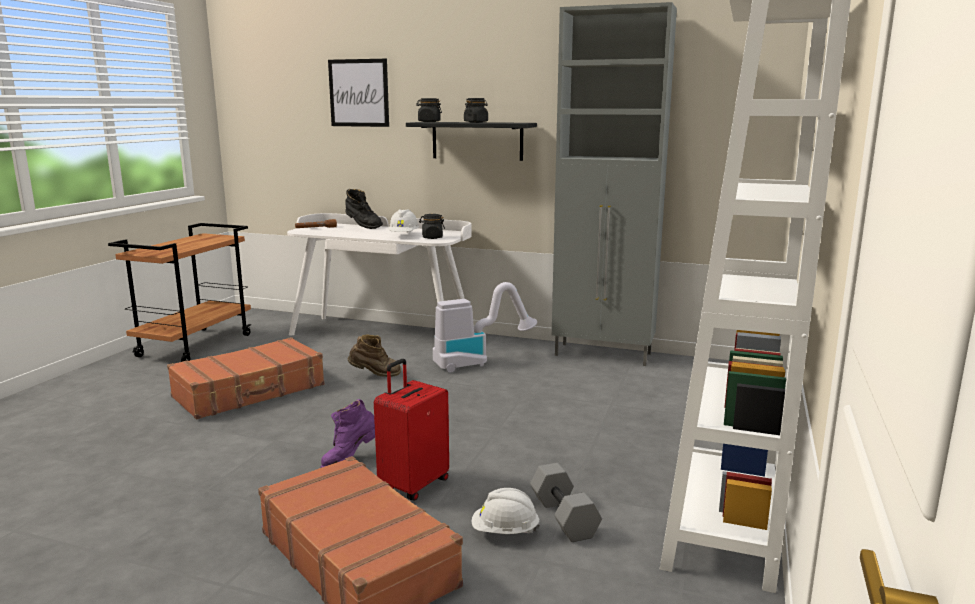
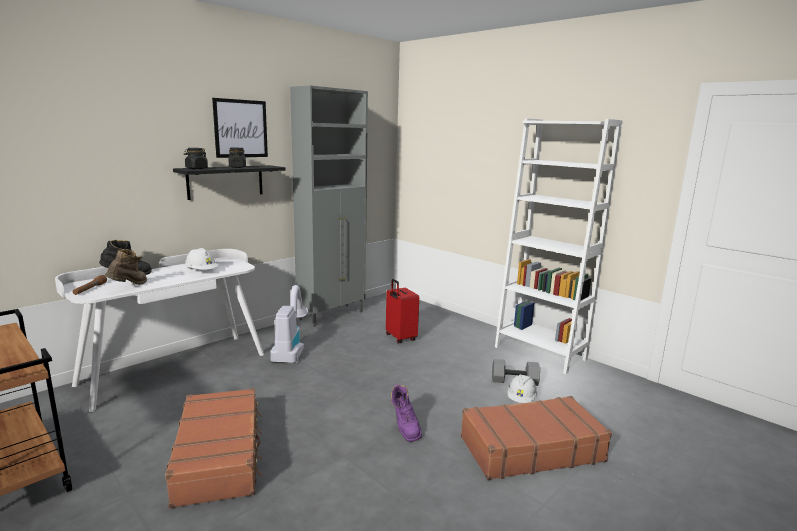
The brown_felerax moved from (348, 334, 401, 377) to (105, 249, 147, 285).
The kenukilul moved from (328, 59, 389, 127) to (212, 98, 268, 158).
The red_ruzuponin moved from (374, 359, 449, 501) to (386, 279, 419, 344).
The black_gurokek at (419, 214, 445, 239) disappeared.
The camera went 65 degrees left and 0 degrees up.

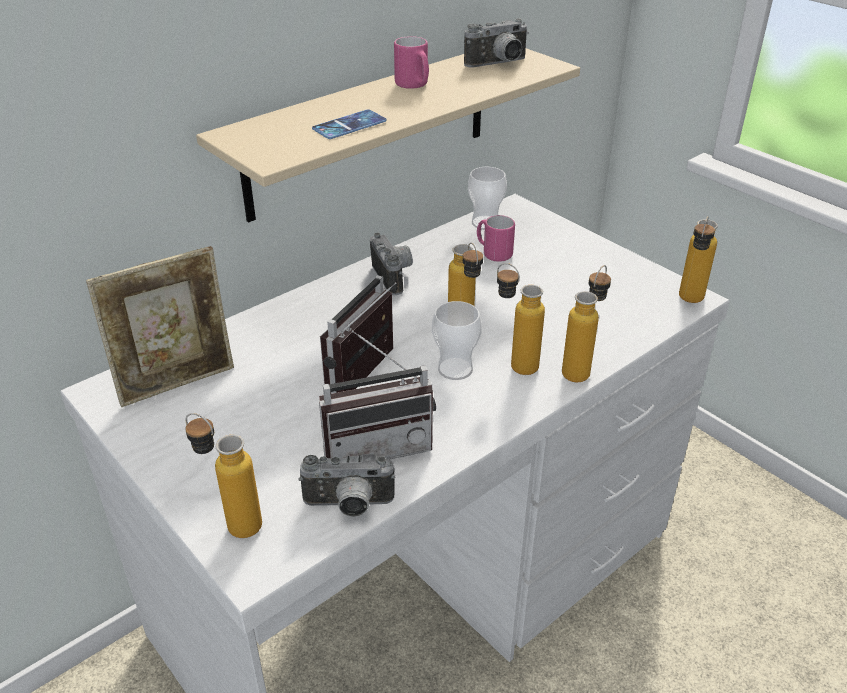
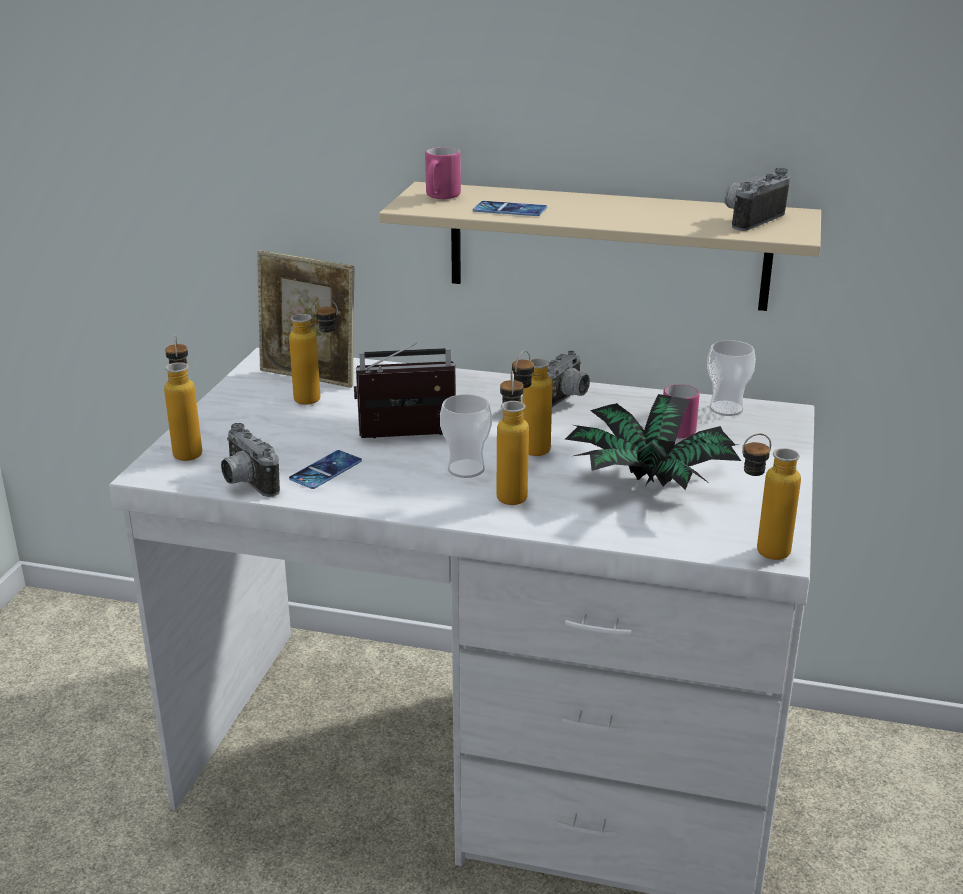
The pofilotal moved from (562, 265, 611, 382) to (289, 298, 338, 405).
The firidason at (319, 330, 436, 460) was replaced by the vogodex at (289, 450, 362, 489).
The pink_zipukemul moved from (394, 36, 429, 89) to (425, 147, 461, 199).
The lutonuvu at (565, 394, 741, 490) appeared.
The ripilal at (464, 18, 529, 67) turned 105 degrees clockwise.
The camera went 55 degrees right and 10 degrees down.

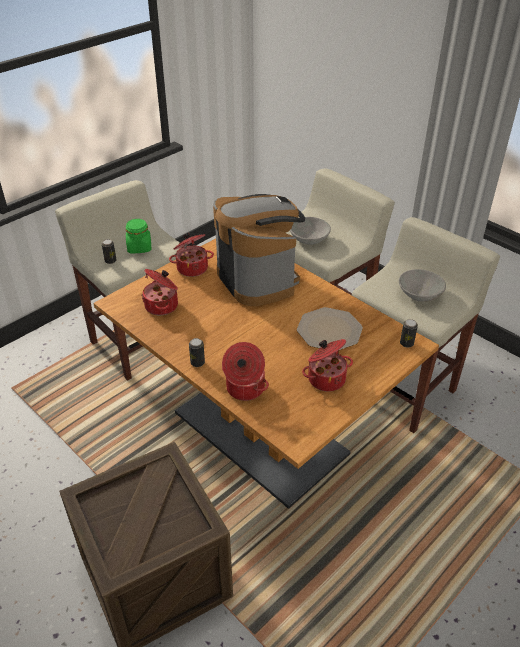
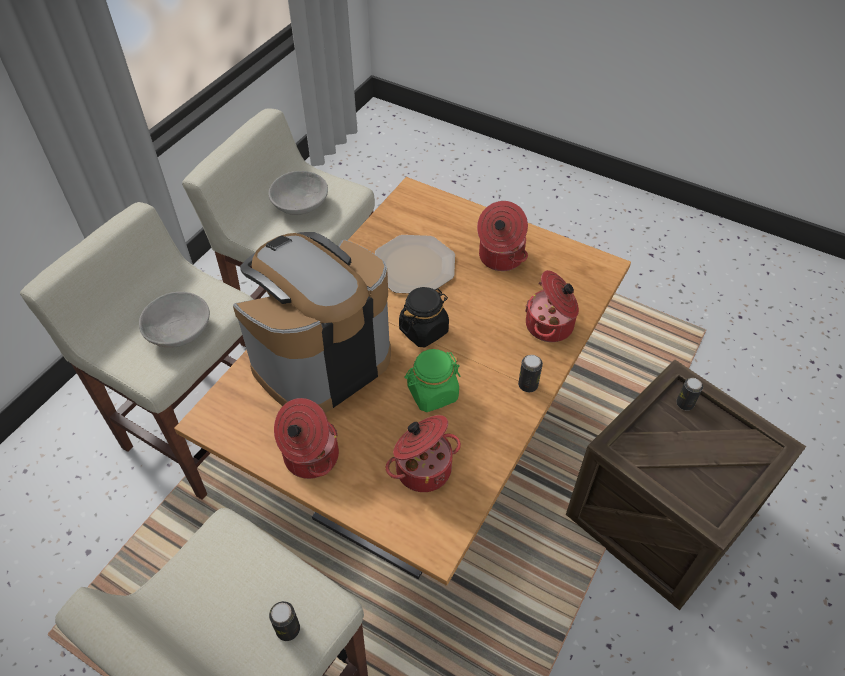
The black_gurokek at (399, 287, 449, 347) appeared.
The green_gurokek moved from (125, 219, 151, 253) to (404, 349, 461, 412).
The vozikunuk moved from (400, 319, 418, 348) to (676, 378, 703, 411).
The camera went 105 degrees left and 10 degrees up.

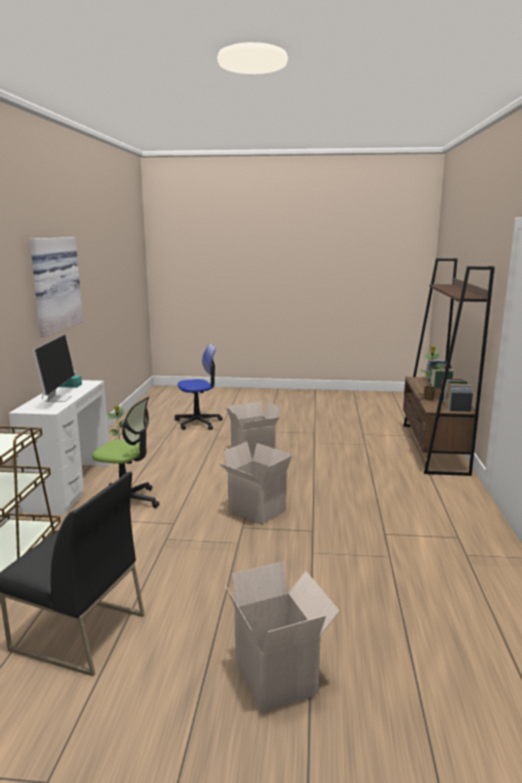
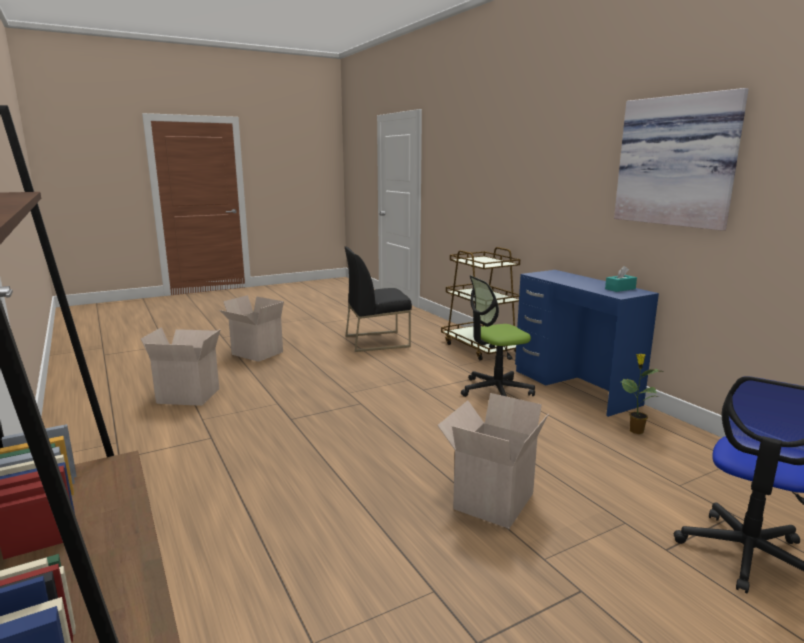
The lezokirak moved from (219, 442, 292, 525) to (141, 327, 221, 406).
The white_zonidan at (9, 380, 111, 515) became the blue_zonidan at (515, 270, 659, 417).
The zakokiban at (33, 335, 75, 402) disappeared.
The lutonuvu at (418, 346, 446, 400) disappeared.
The camera went 145 degrees right and 0 degrees up.

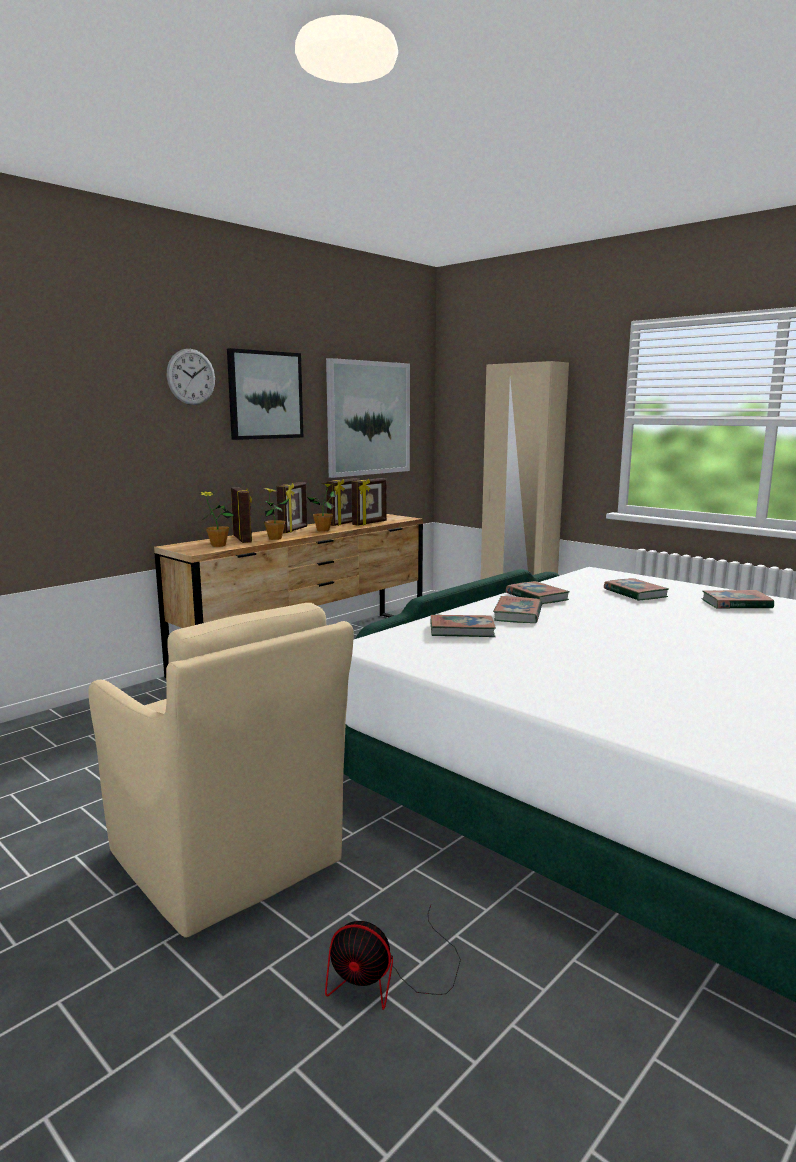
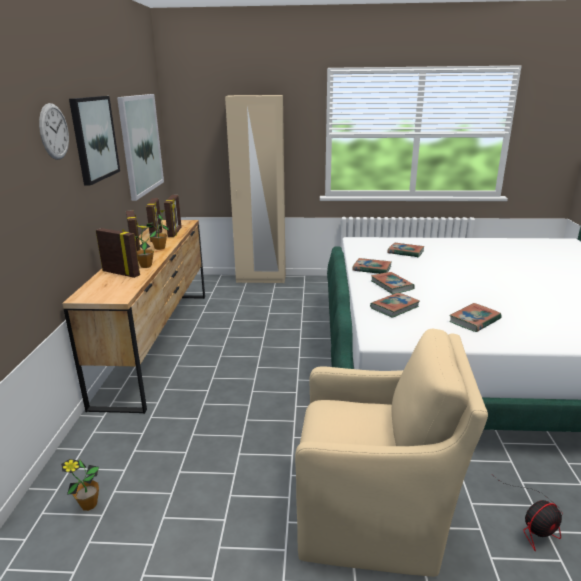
The lutonuvu moved from (199, 491, 234, 547) to (61, 459, 99, 511).
The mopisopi moved from (702, 590, 774, 609) to (449, 303, 502, 332).
The camera went 40 degrees left and 10 degrees up.

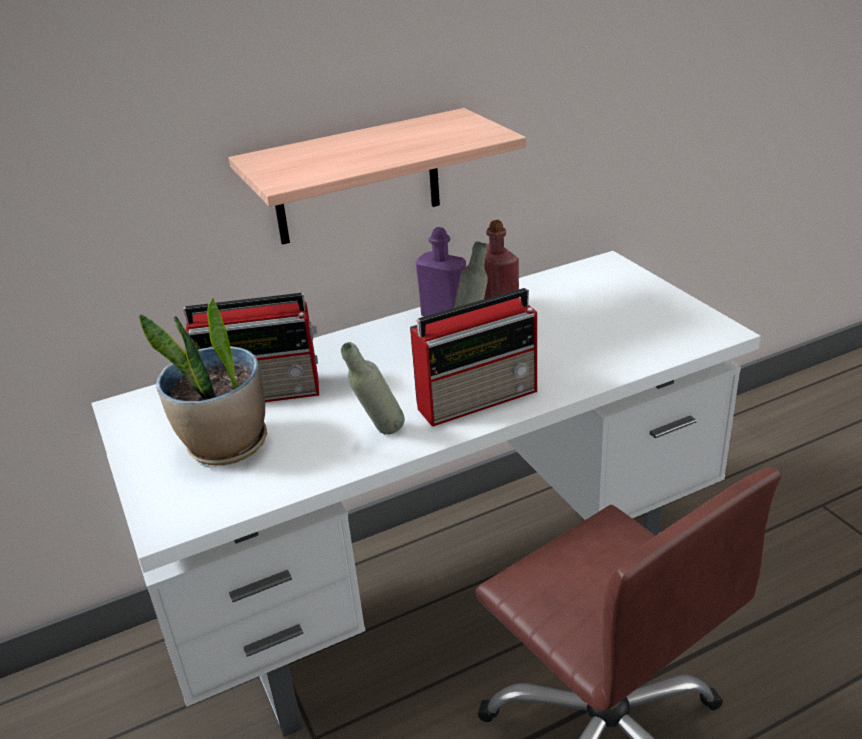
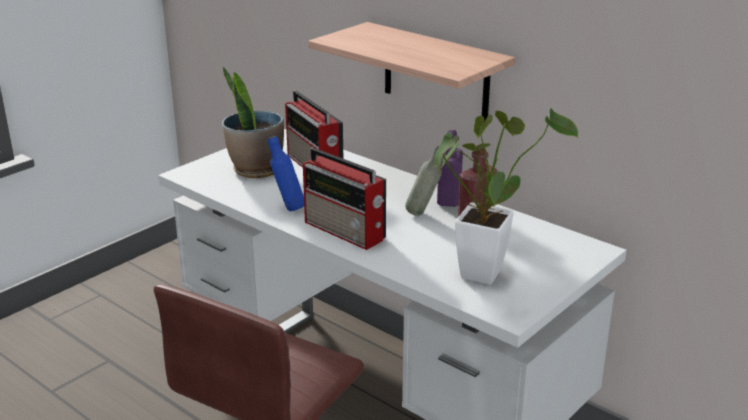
The grey_pofilotal at (341, 342, 405, 435) became the blue_pofilotal at (268, 136, 304, 211).
The lutonuvu at (435, 109, 579, 285) appeared.
The camera went 65 degrees right and 5 degrees down.

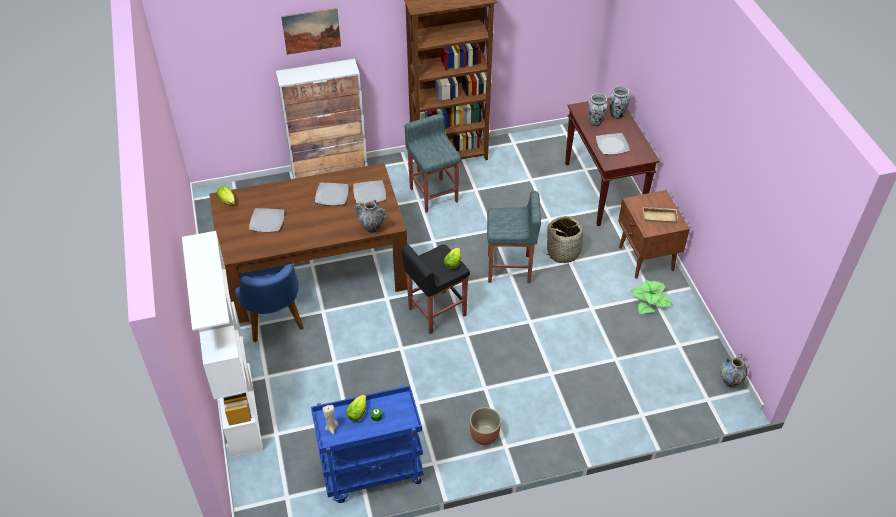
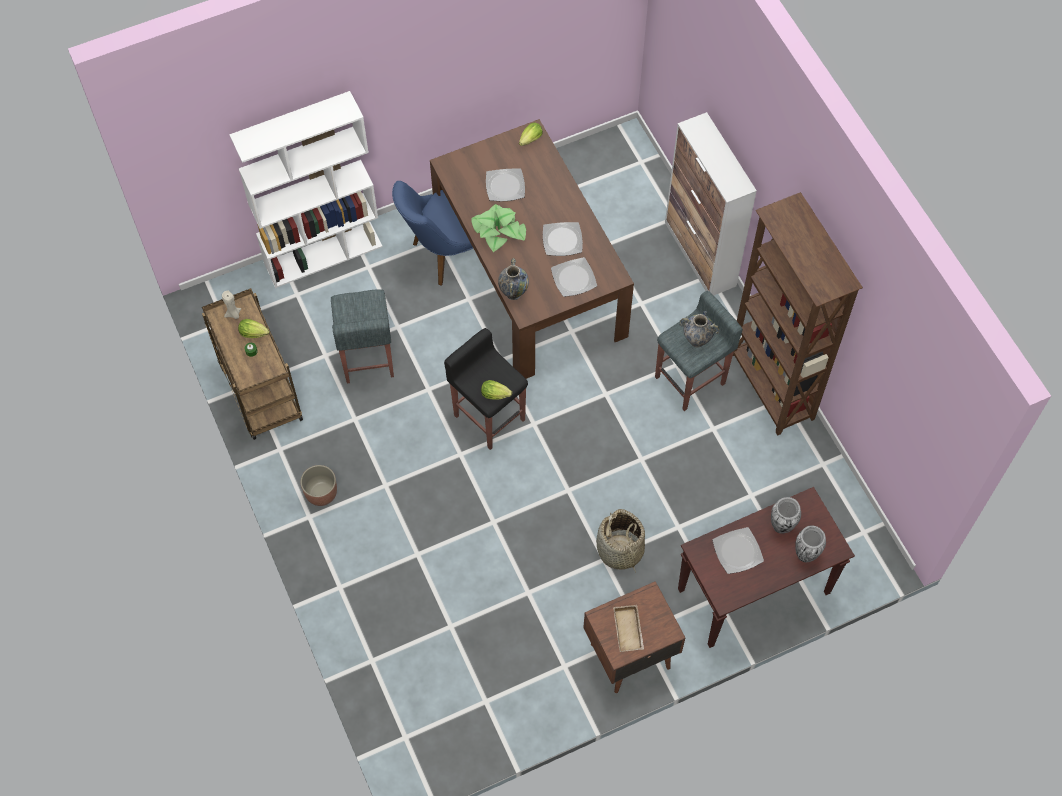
The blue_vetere at (311, 385, 424, 503) became the brown_vetere at (202, 288, 303, 440).
The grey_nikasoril moved from (487, 191, 541, 283) to (331, 289, 394, 384).
The lutonuvu moved from (631, 280, 673, 314) to (471, 204, 526, 252).
The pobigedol moved from (720, 353, 748, 388) to (679, 311, 719, 348).
The kenukilul at (281, 8, 341, 55) disappeared.
The camera went 80 degrees right and 15 degrees up.

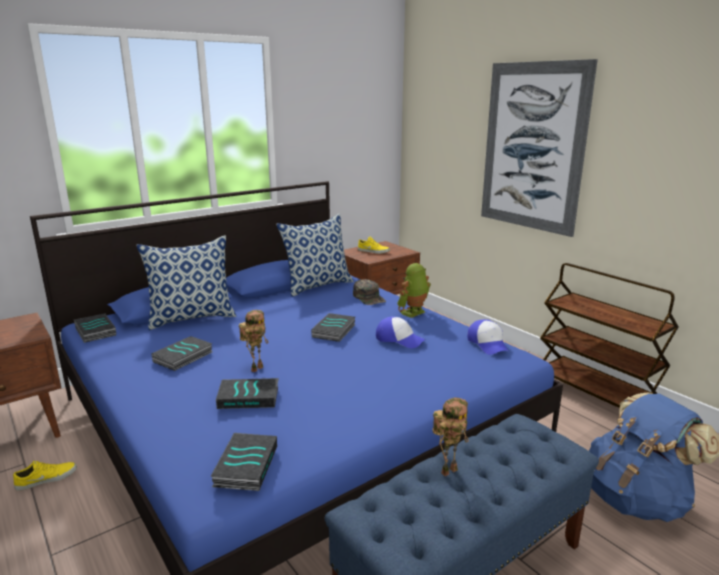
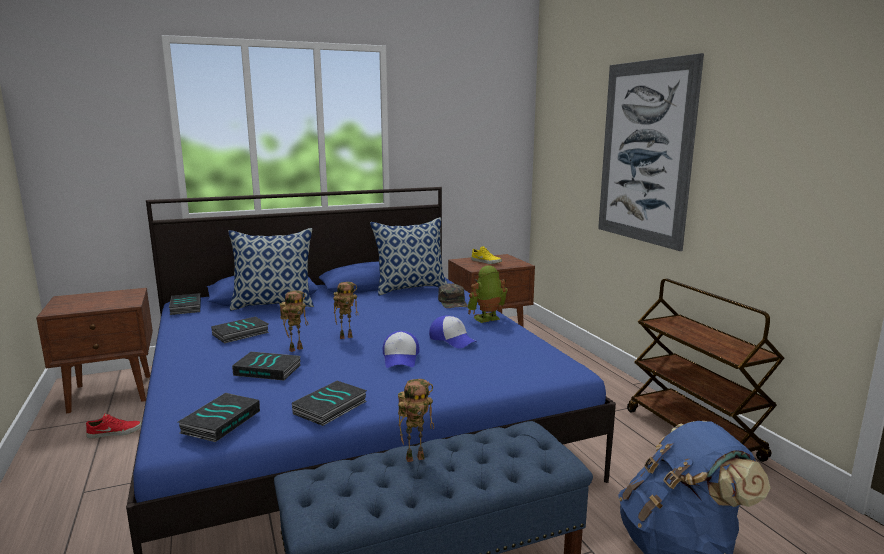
The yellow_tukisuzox at (13, 461, 77, 491) became the red_tukisuzox at (86, 413, 142, 438).
The mopisopi moved from (311, 313, 356, 342) to (292, 381, 367, 426).
The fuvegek at (333, 282, 358, 339) appeared.
The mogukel moved from (467, 319, 509, 355) to (383, 331, 419, 368).
The camera went 15 degrees right and 5 degrees down.

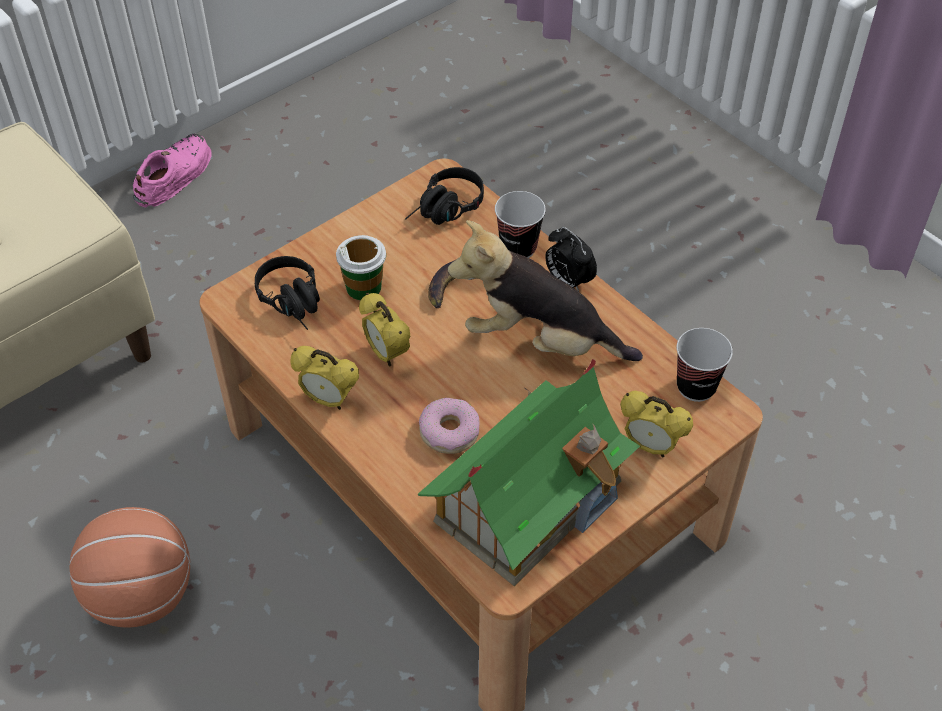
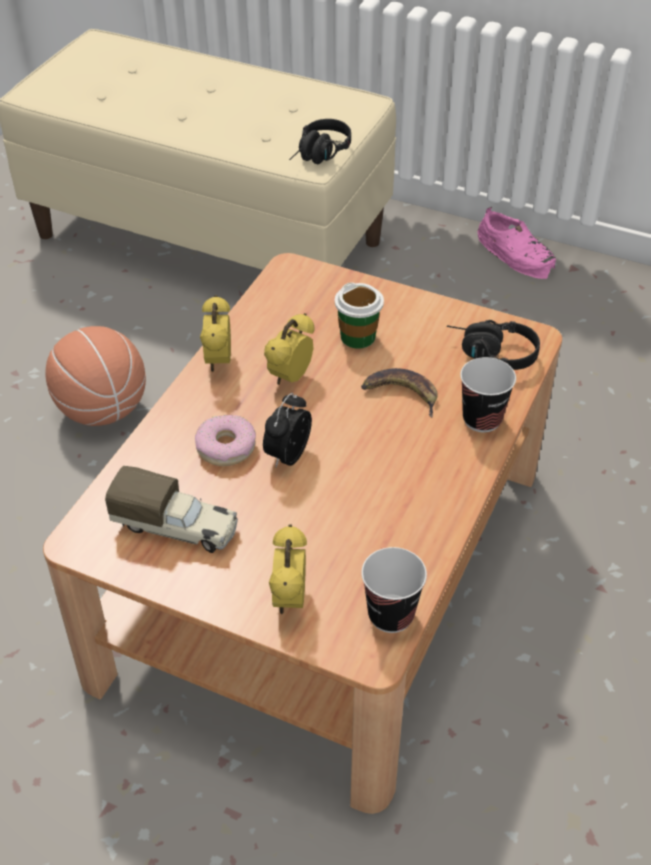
The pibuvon at (417, 359, 640, 586) was replaced by the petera at (105, 466, 238, 553).
The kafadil moved from (545, 227, 597, 292) to (263, 393, 312, 468).
The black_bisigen moved from (255, 256, 320, 330) to (289, 119, 351, 164).
The pink_tukisuzox at (133, 134, 212, 207) turned 45 degrees clockwise.
The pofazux at (447, 220, 643, 361) disappeared.
The camera went 65 degrees right and 5 degrees down.

